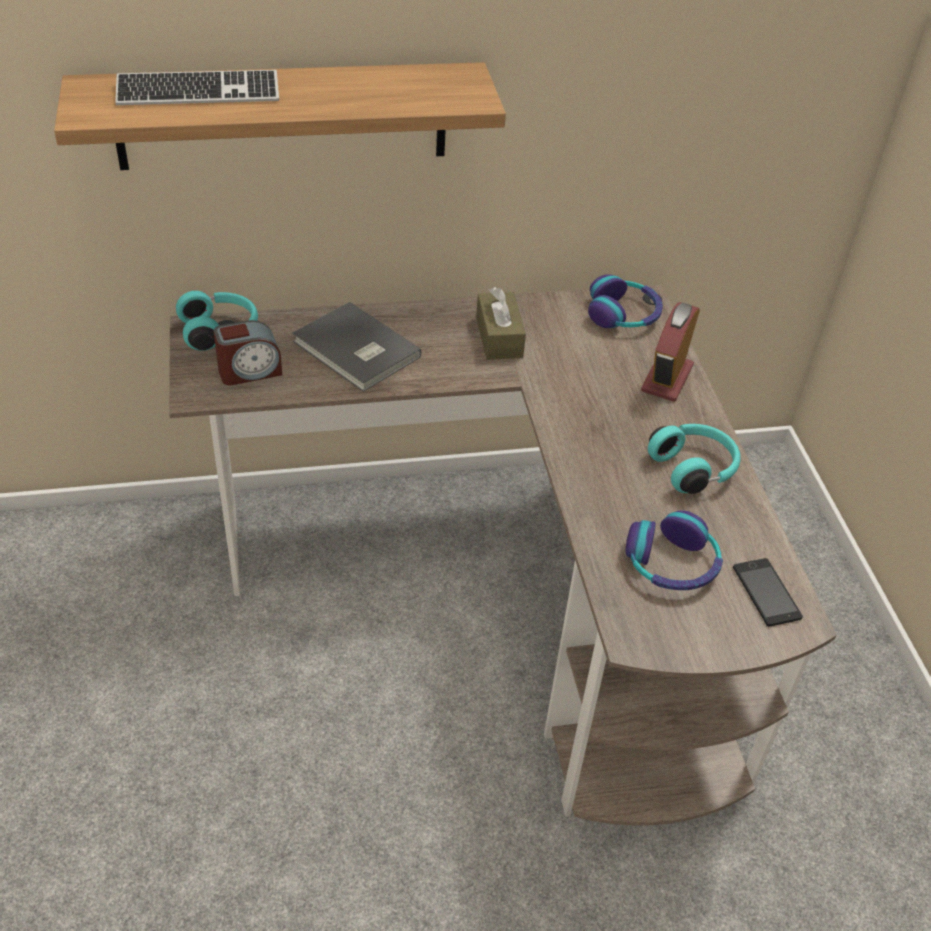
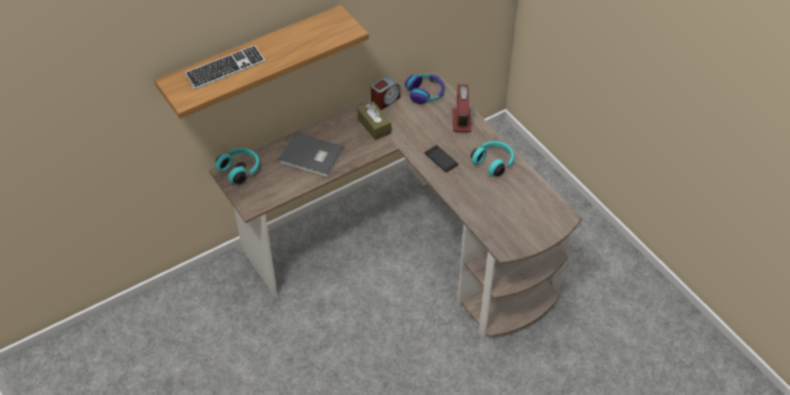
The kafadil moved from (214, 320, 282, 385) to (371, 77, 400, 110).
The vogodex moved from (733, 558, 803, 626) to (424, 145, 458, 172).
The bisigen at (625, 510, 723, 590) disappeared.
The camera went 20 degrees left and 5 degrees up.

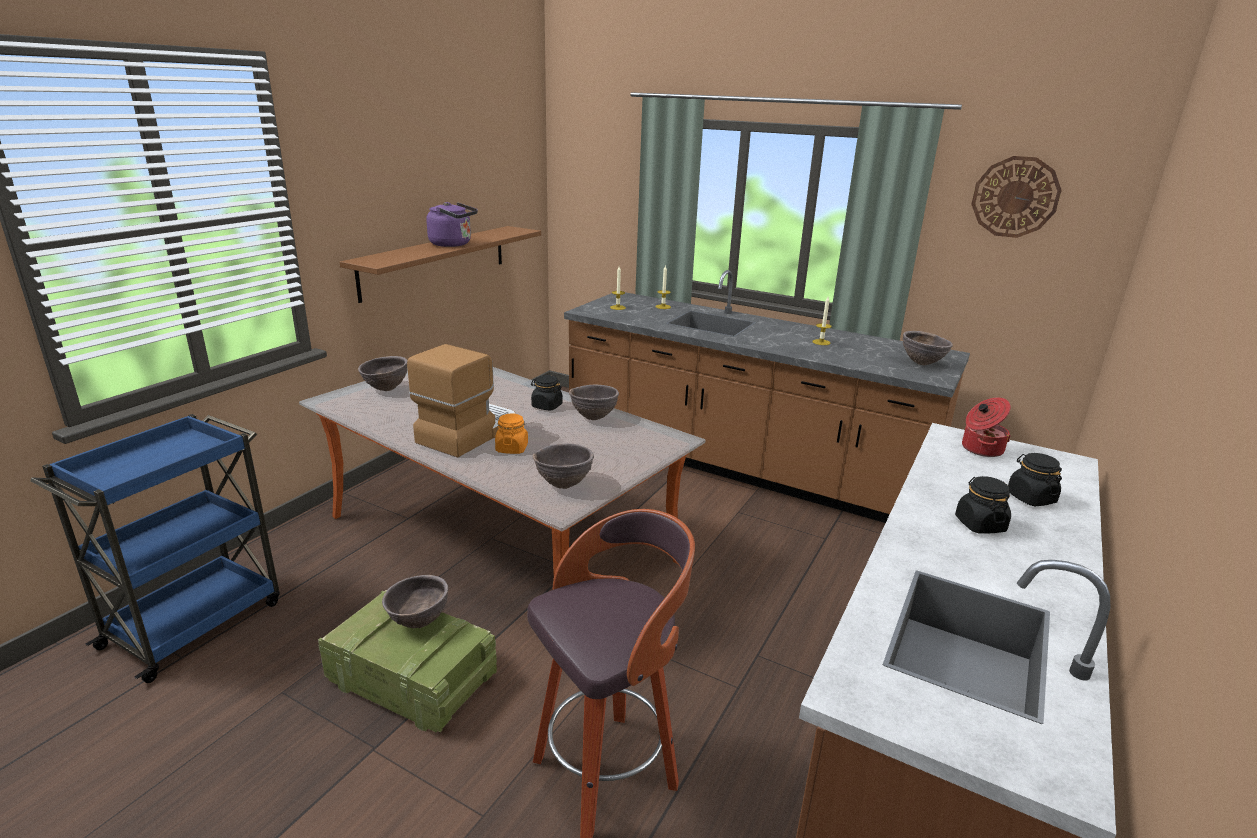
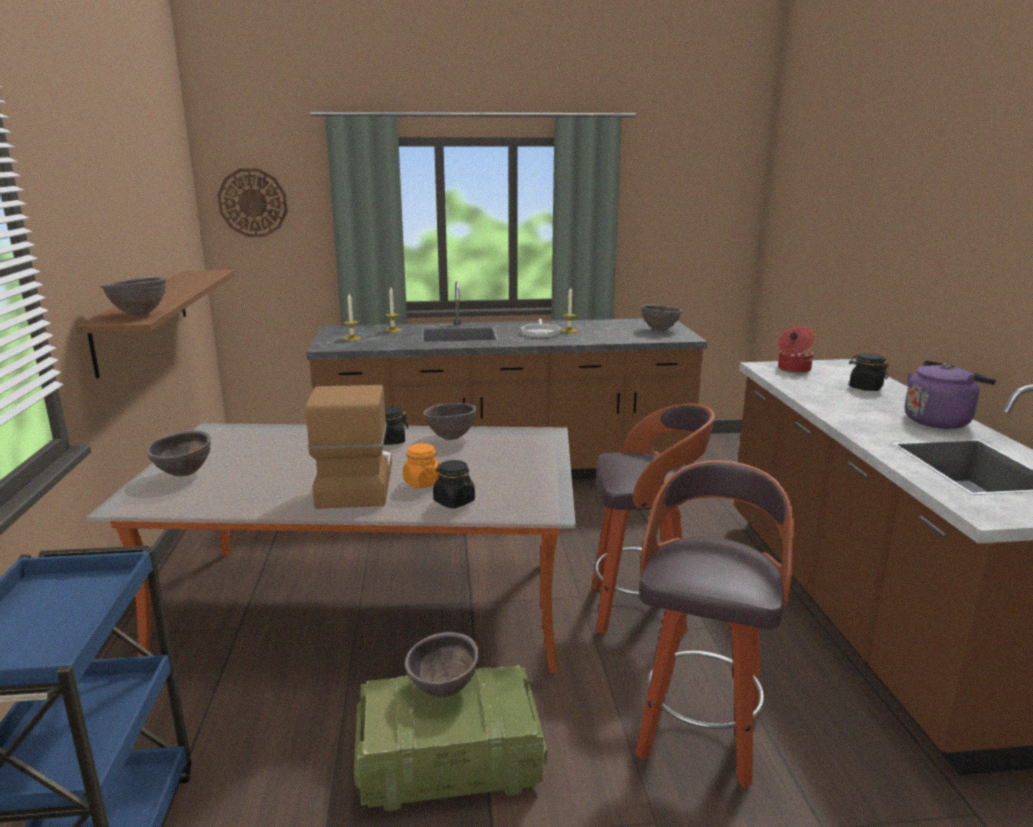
The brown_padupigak moved from (533, 443, 594, 489) to (100, 277, 166, 316).
The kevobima moved from (971, 156, 1062, 238) to (217, 168, 288, 237).
The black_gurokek moved from (955, 476, 1011, 533) to (433, 460, 475, 508).
The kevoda at (521, 318, 561, 338) appeared.
The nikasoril at (591, 403, 715, 636) appeared.
The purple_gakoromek moved from (426, 202, 478, 247) to (905, 360, 996, 429).
The camera went 35 degrees left and 5 degrees down.

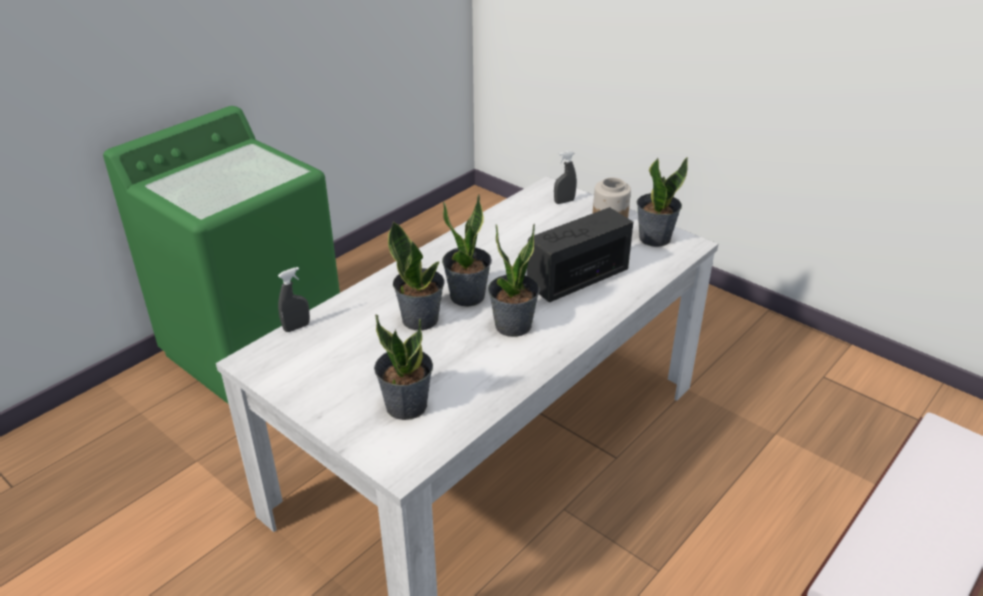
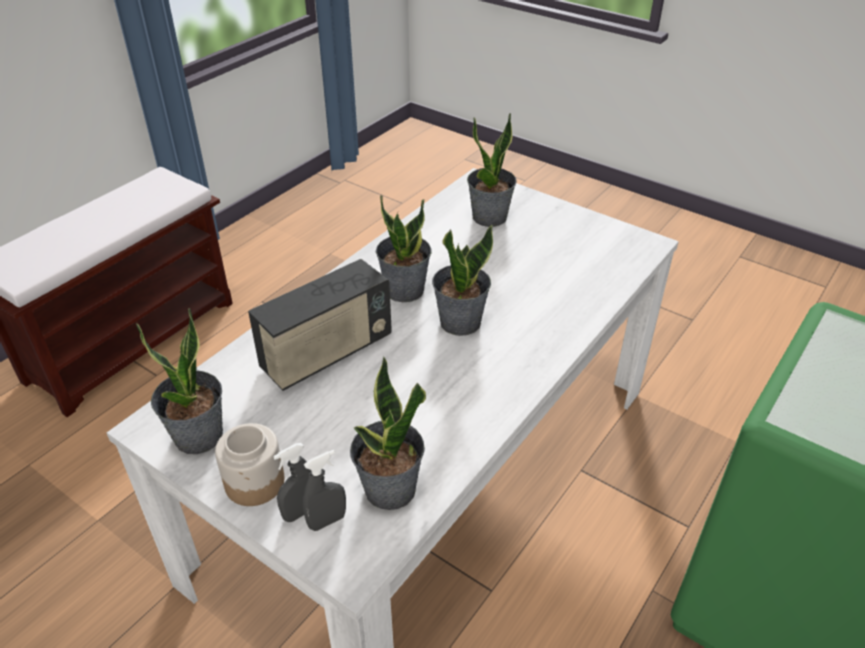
The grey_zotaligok moved from (278, 267, 310, 332) to (273, 443, 312, 522).
The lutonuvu moved from (388, 221, 444, 331) to (350, 356, 426, 510).
The camera went 175 degrees right and 5 degrees up.

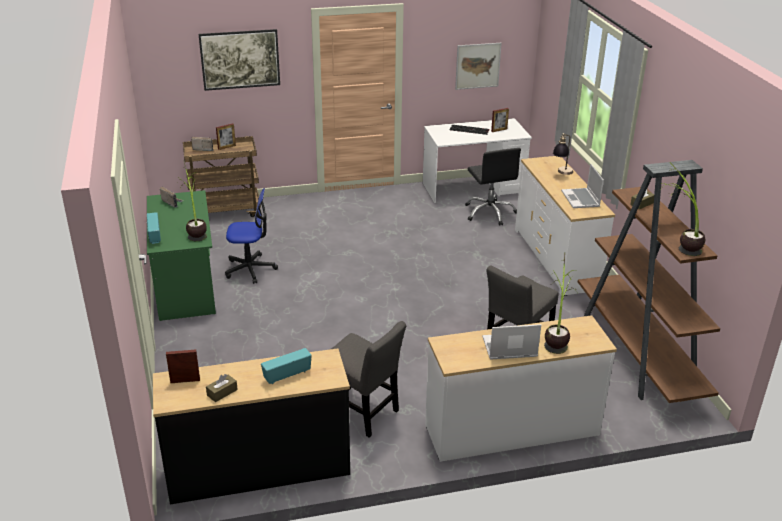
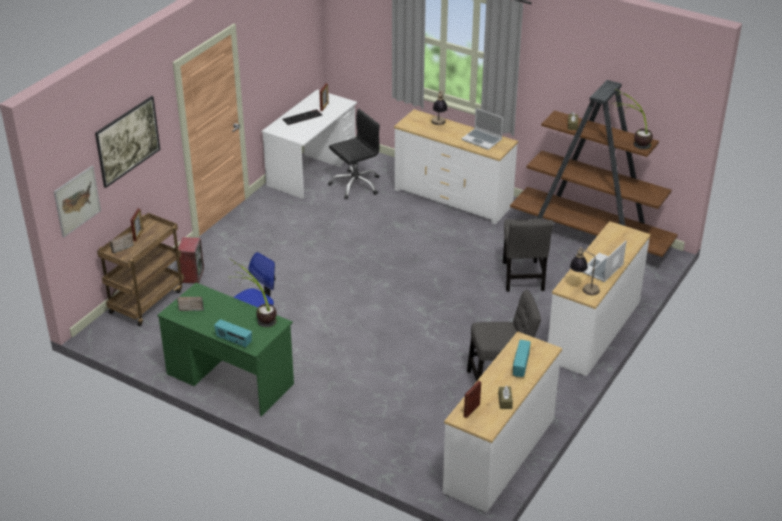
The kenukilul moved from (455, 43, 502, 90) to (54, 166, 101, 238).
The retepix at (178, 237, 204, 284) appeared.
The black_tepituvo at (465, 148, 521, 226) turned 60 degrees counterclockwise.
The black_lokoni at (153, 348, 350, 505) became the white_lokoni at (443, 331, 562, 513).
The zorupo at (570, 247, 600, 295) appeared.
The lutonuvu at (544, 252, 575, 354) disappeared.
The camera went 45 degrees left and 5 degrees up.

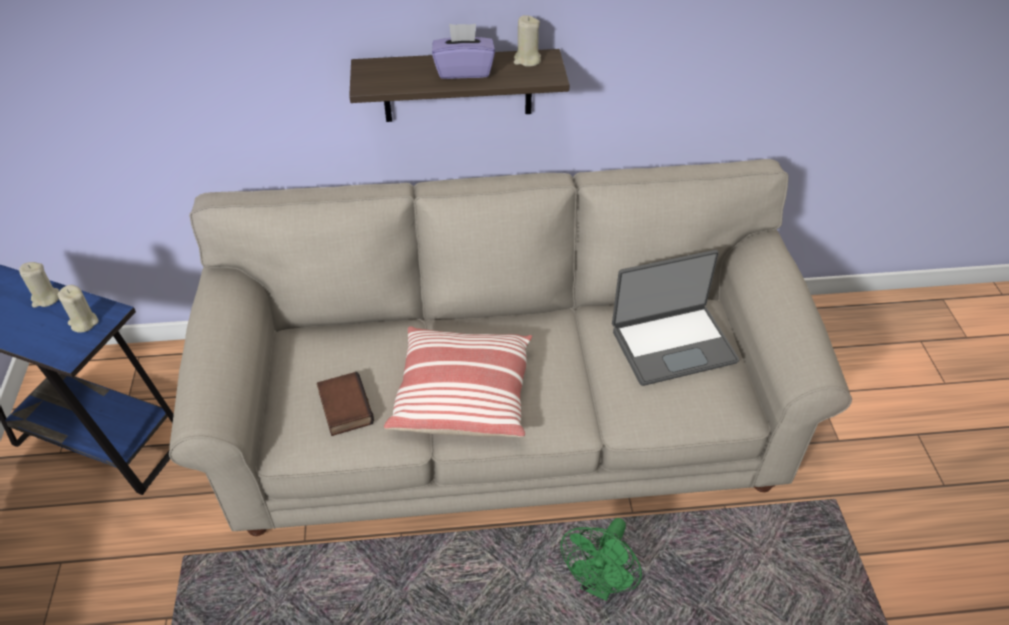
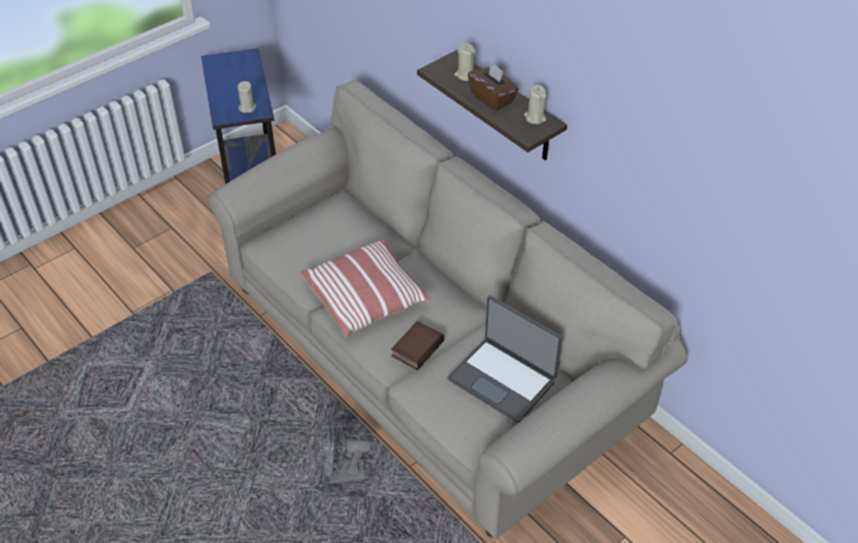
The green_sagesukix at (560, 518, 642, 601) became the grey_sagesukix at (313, 414, 372, 484).
The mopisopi moved from (317, 372, 374, 436) to (391, 321, 444, 370).
The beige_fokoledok moved from (19, 262, 59, 308) to (454, 43, 476, 81).
The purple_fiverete at (432, 24, 495, 79) became the brown_fiverete at (468, 63, 519, 111).
The camera went 55 degrees right and 0 degrees up.

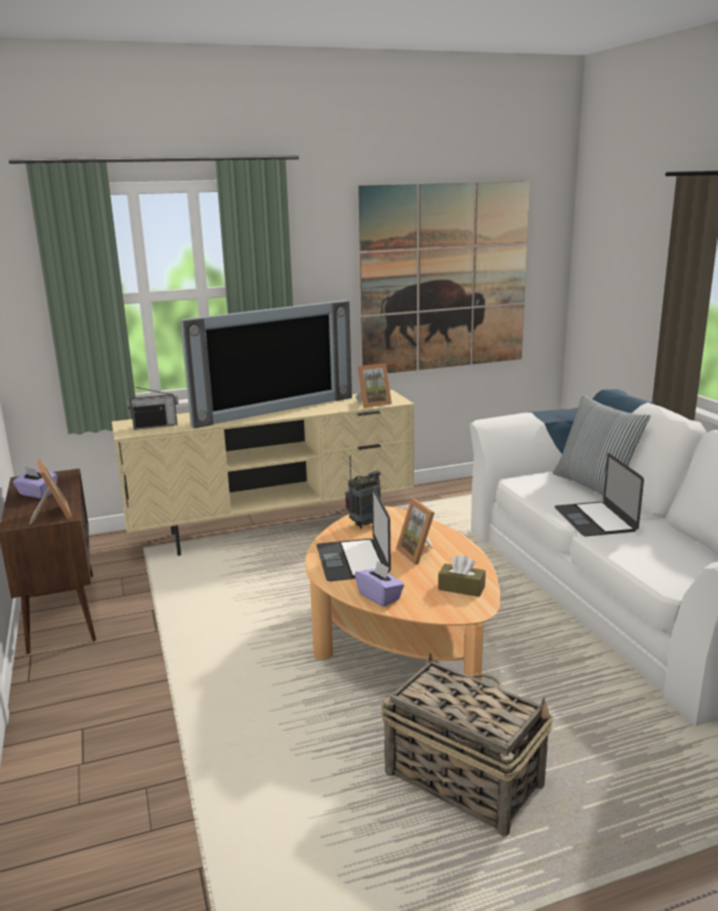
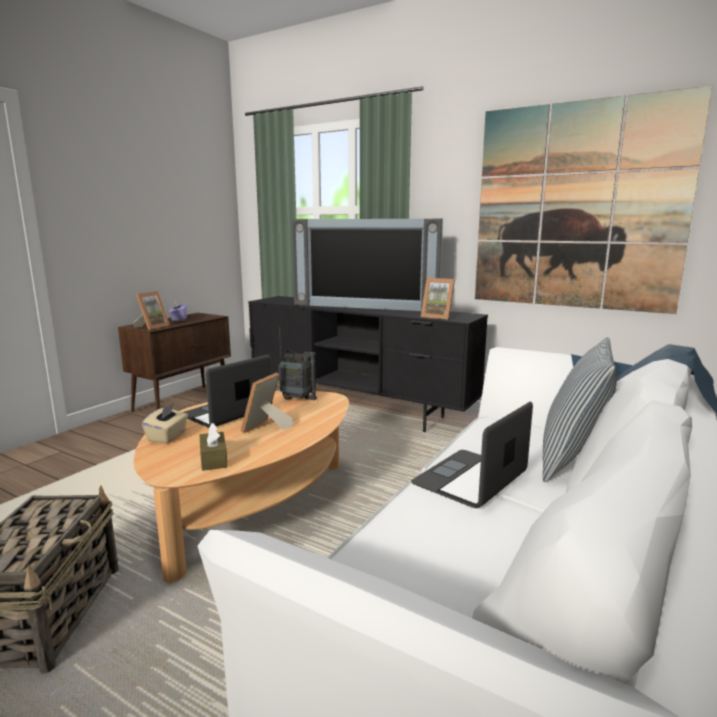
The purple_fiverete at (355, 561, 404, 607) became the beige_fiverete at (142, 403, 188, 443).
The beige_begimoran at (112, 390, 414, 556) became the black_begimoran at (248, 296, 488, 432).
The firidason at (127, 386, 178, 430) disappeared.
The camera went 50 degrees right and 5 degrees down.

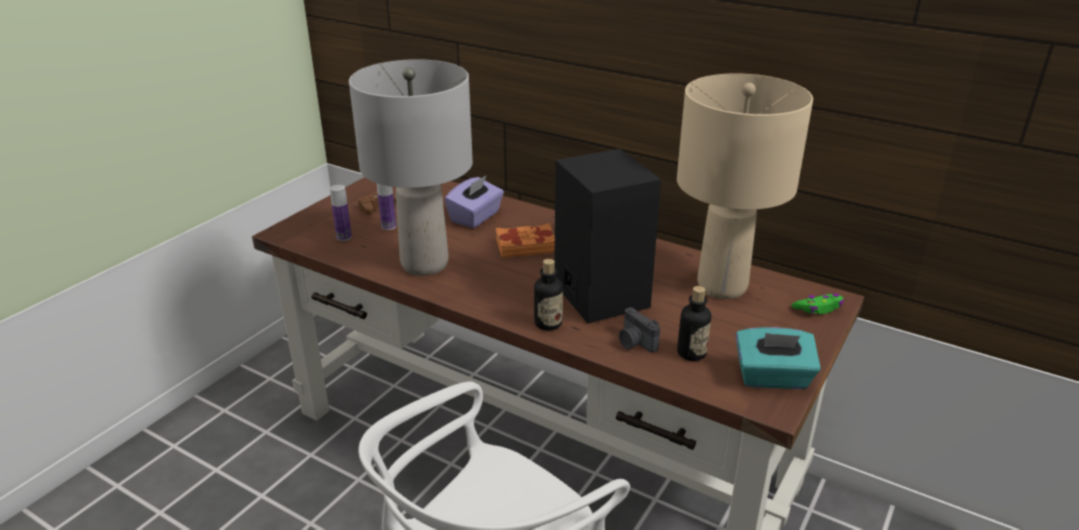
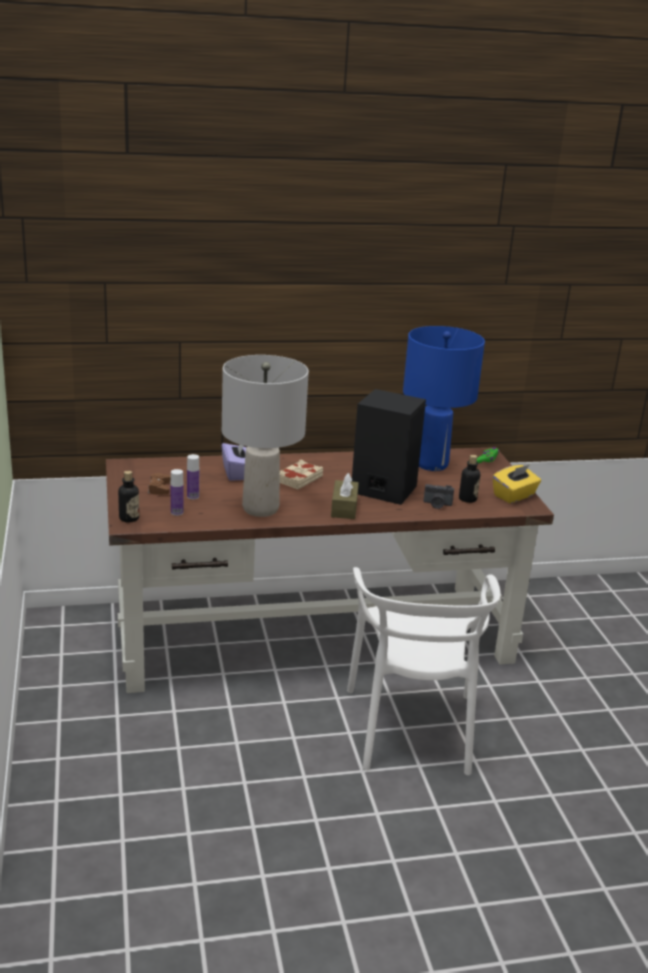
The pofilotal moved from (534, 259, 563, 331) to (118, 471, 139, 522).
The orange_mopisopi at (496, 223, 555, 258) became the beige_mopisopi at (280, 460, 323, 489).
The brown_fiverete at (331, 473, 359, 519) appeared.
The beige_zorupo at (677, 74, 813, 299) became the blue_zorupo at (403, 326, 485, 471).
The turquoise_fiverete at (736, 327, 821, 389) became the yellow_fiverete at (493, 464, 541, 503).
The camera went 45 degrees left and 5 degrees down.

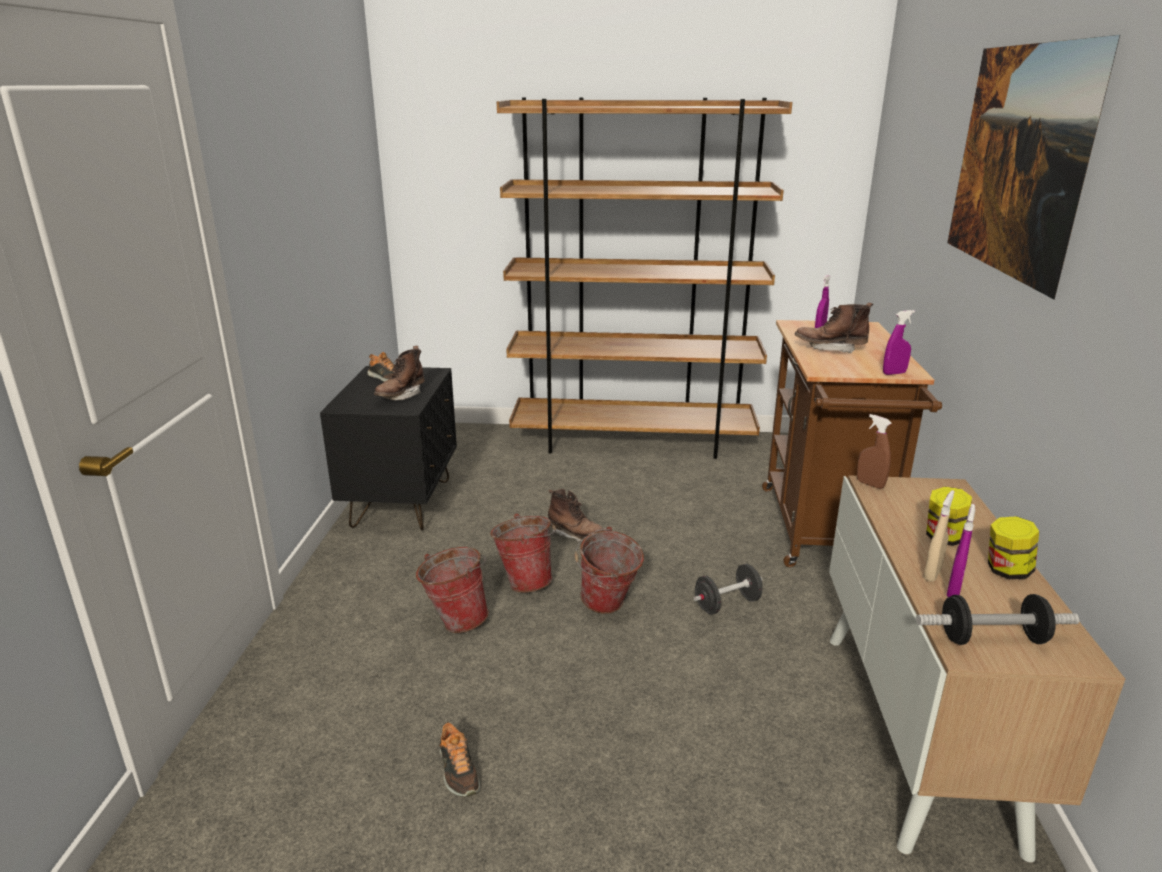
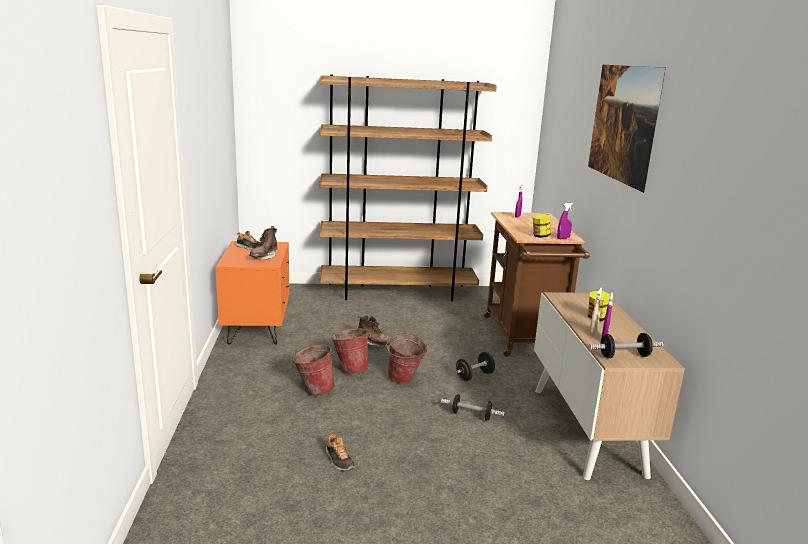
The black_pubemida at (320, 366, 457, 531) became the orange_pubemida at (215, 241, 290, 345).
The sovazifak at (441, 394, 505, 421) appeared.
The gurokek moved from (988, 516, 1039, 579) to (533, 214, 550, 238).
The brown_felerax at (795, 302, 873, 353) disappeared.
The brown_zotaligok at (857, 414, 892, 489) disappeared.
The camera went 10 degrees left and 5 degrees down.

